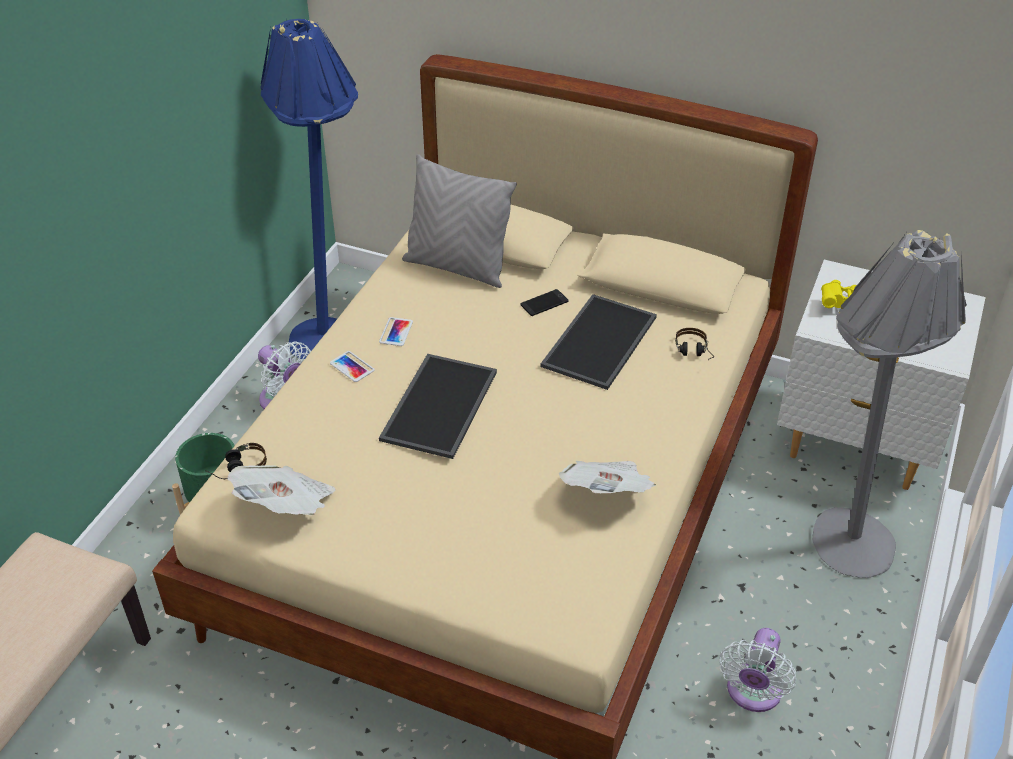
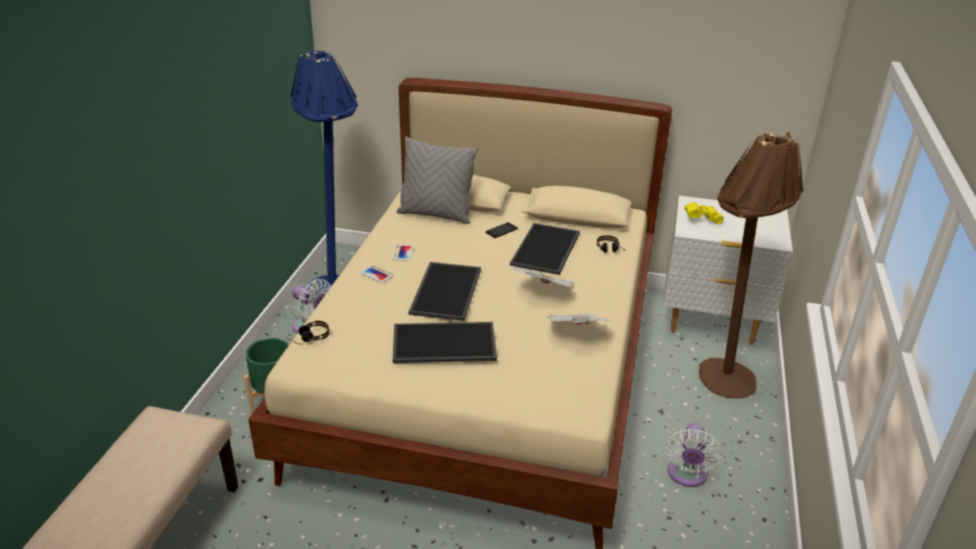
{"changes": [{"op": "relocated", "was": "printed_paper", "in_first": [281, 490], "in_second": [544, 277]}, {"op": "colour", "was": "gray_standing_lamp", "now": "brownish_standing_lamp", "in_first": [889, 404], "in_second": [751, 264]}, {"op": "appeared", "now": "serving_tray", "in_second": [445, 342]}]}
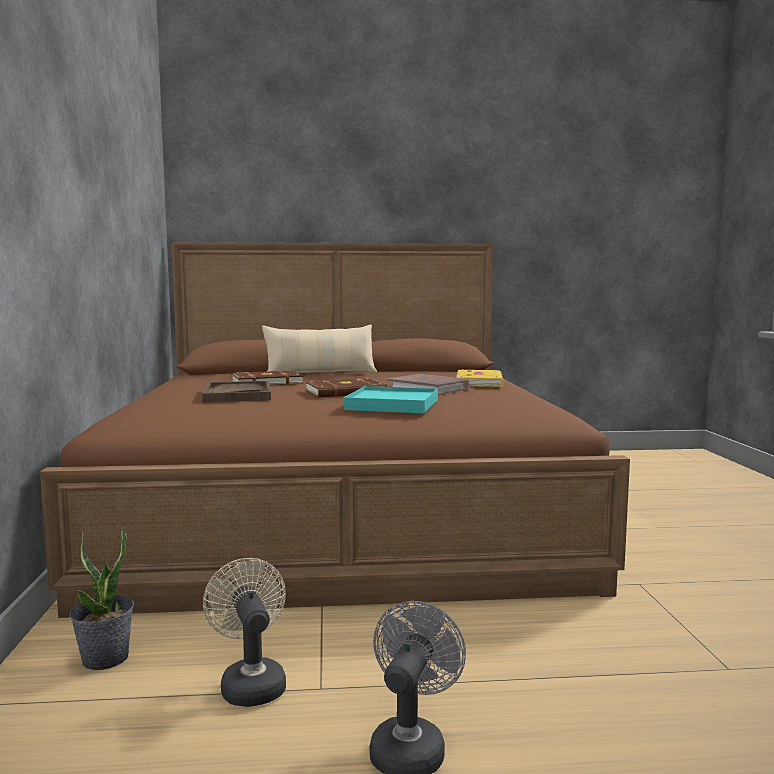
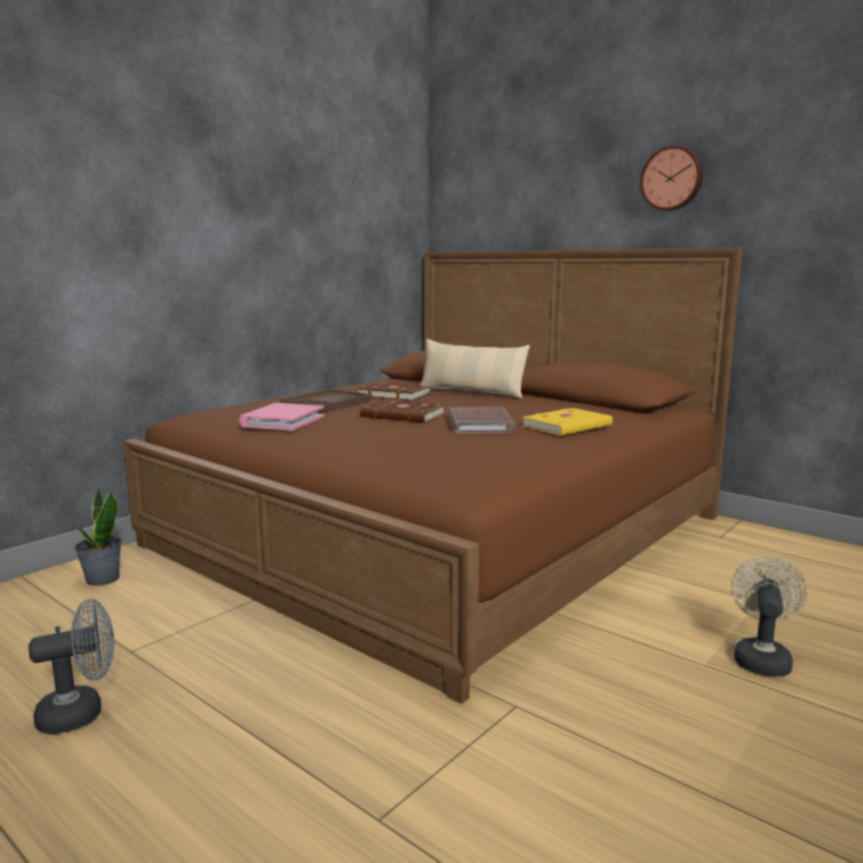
{"changes": [{"op": "relocated", "was": "beige-coloured_cooling_fan", "in_first": [244, 632], "in_second": [769, 616]}, {"op": "missing", "was": "turquoise_serving_tray", "in_first": [391, 399]}, {"op": "appeared", "now": "pink_bound_book", "in_second": [281, 417]}, {"op": "appeared", "now": "hanging_clock", "in_second": [671, 178]}]}
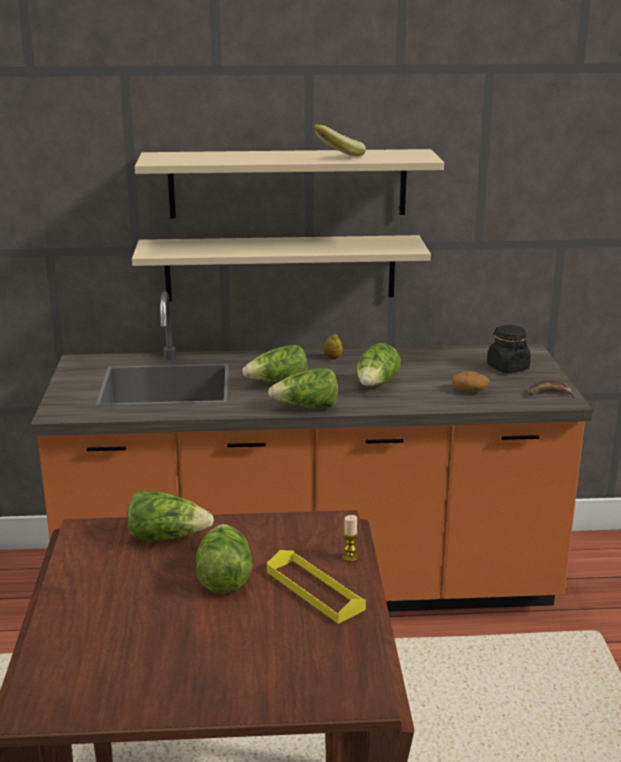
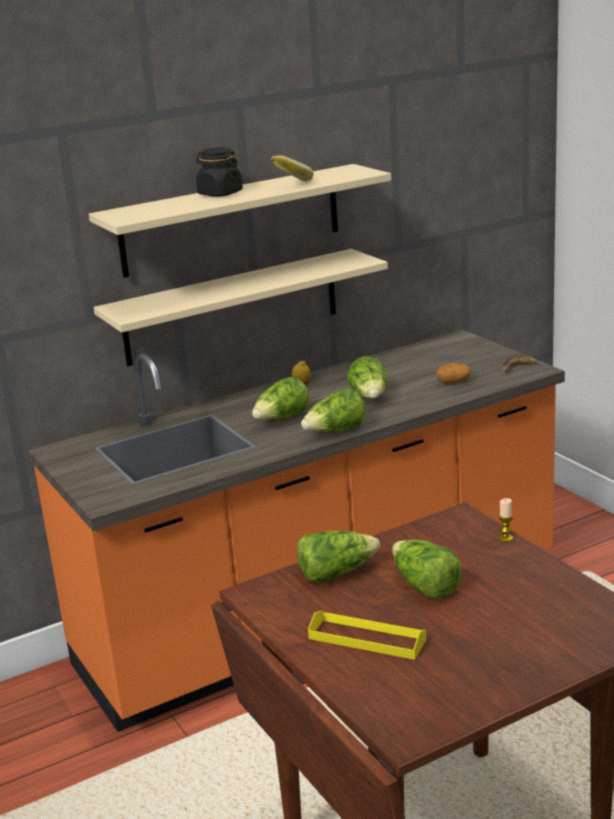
{"changes": [{"op": "relocated", "was": "yellow-coloured_serving_tray", "in_first": [316, 587], "in_second": [367, 635]}, {"op": "relocated", "was": "black_storage_jar", "in_first": [509, 349], "in_second": [219, 172]}]}
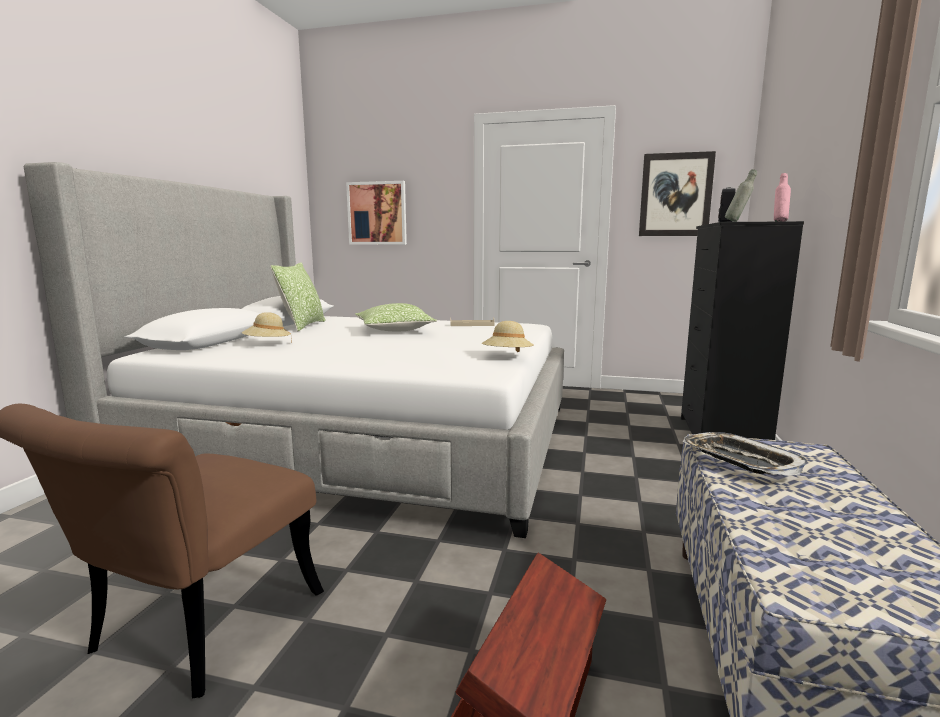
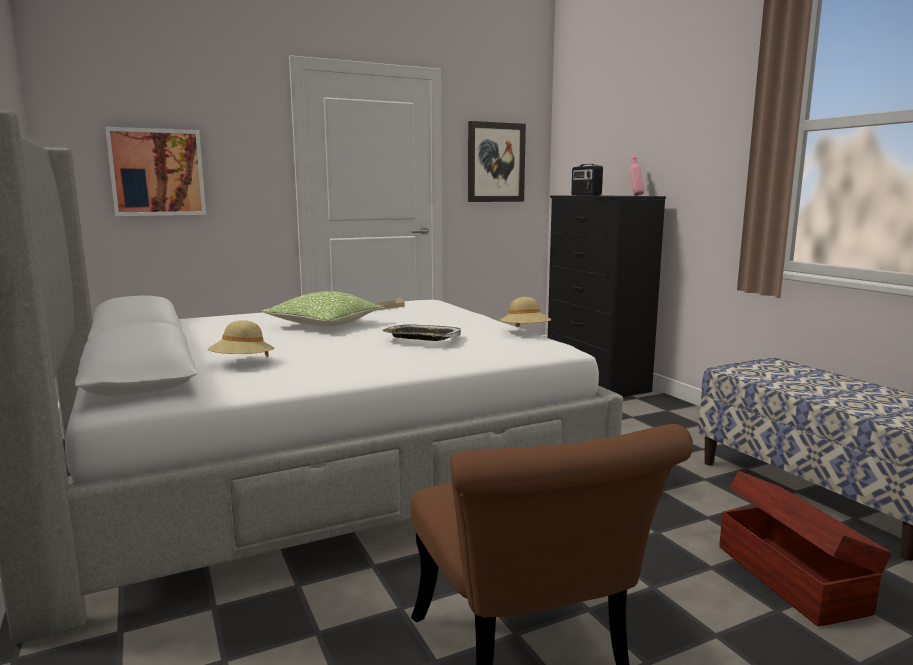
{"changes": [{"op": "missing", "was": "pillow", "in_first": [298, 297]}, {"op": "relocated", "was": "serving_tray", "in_first": [745, 454], "in_second": [421, 333]}, {"op": "missing", "was": "gray_bottle", "in_first": [741, 195]}]}
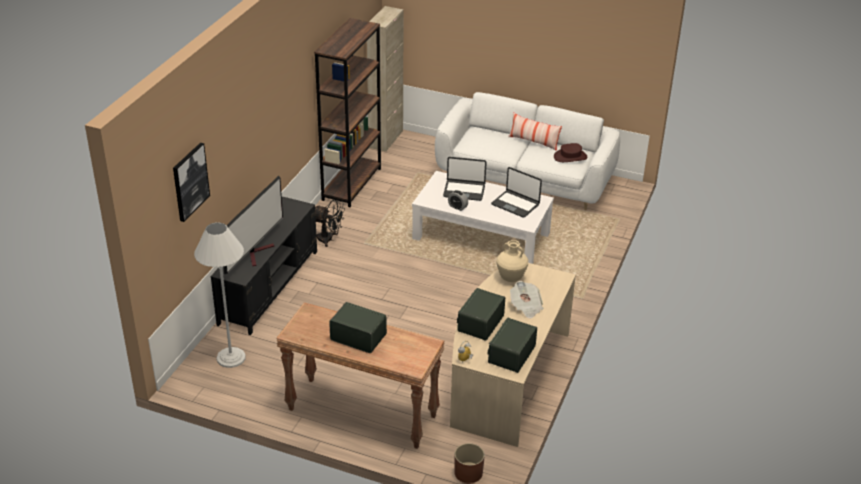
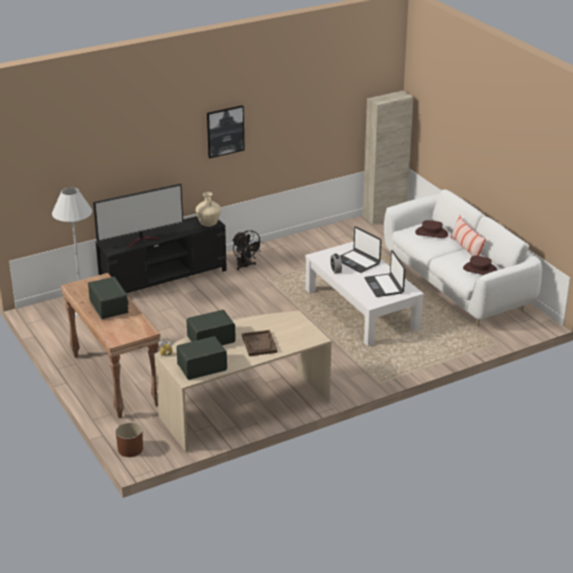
{"changes": [{"op": "relocated", "was": "wall_art", "in_first": [191, 182], "in_second": [226, 131]}, {"op": "missing", "was": "brownish_shelving_unit", "in_first": [347, 112]}, {"op": "relocated", "was": "beige-coloured_vase", "in_first": [512, 261], "in_second": [208, 209]}, {"op": "exchanged", "was": "printed_paper", "now": "brownish_serving_tray", "in_first": [527, 300], "in_second": [260, 343]}, {"op": "appeared", "now": "brownish_hat", "in_second": [431, 229]}]}
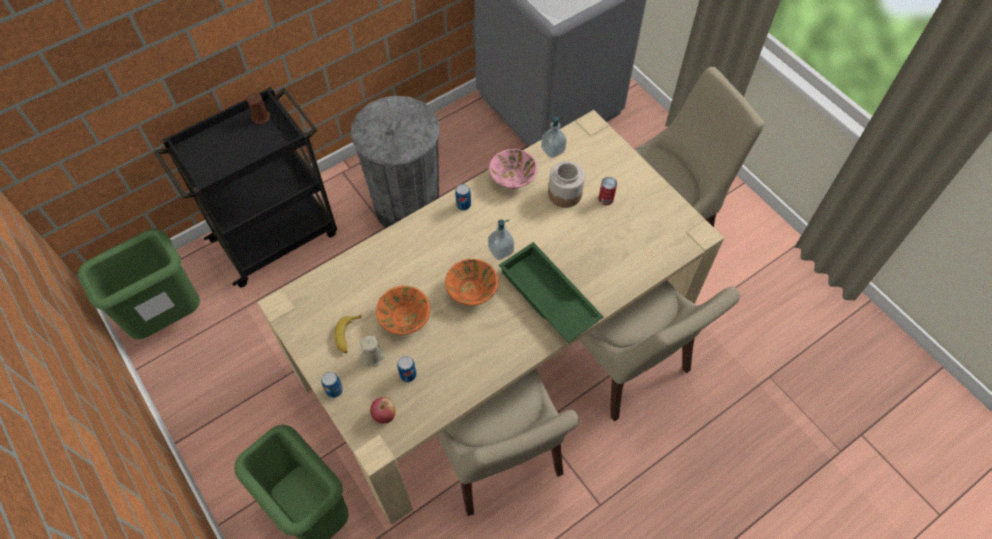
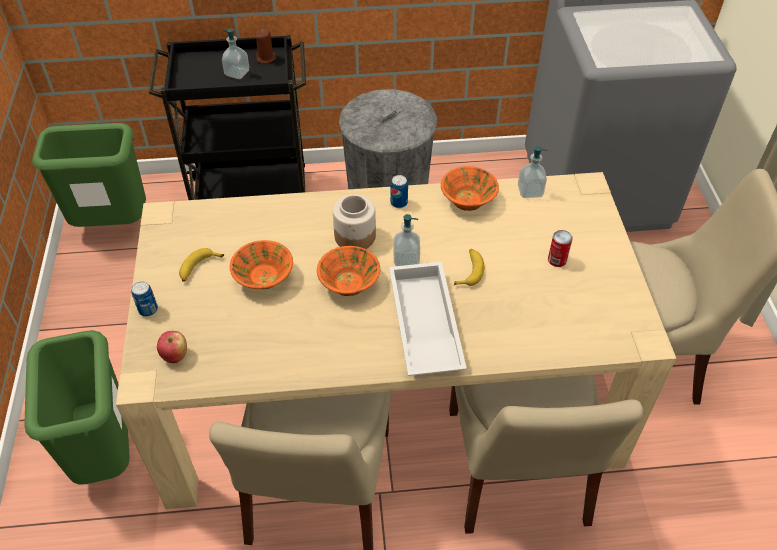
{"changes": [{"op": "missing", "was": "beige-coloured_wax_candle", "in_first": [372, 351]}, {"op": "missing", "was": "sealed_can", "in_first": [407, 369]}, {"op": "colour", "was": "pink_bowl", "now": "orangey_bowl", "in_first": [513, 169], "in_second": [470, 188]}, {"op": "colour", "was": "green_serving_tray", "now": "white_serving_tray", "in_first": [551, 292], "in_second": [428, 319]}, {"op": "relocated", "was": "storage_jar", "in_first": [566, 184], "in_second": [354, 221]}, {"op": "appeared", "now": "liquid_soap_bottle", "in_second": [235, 53]}, {"op": "appeared", "now": "banana", "in_second": [469, 267]}]}
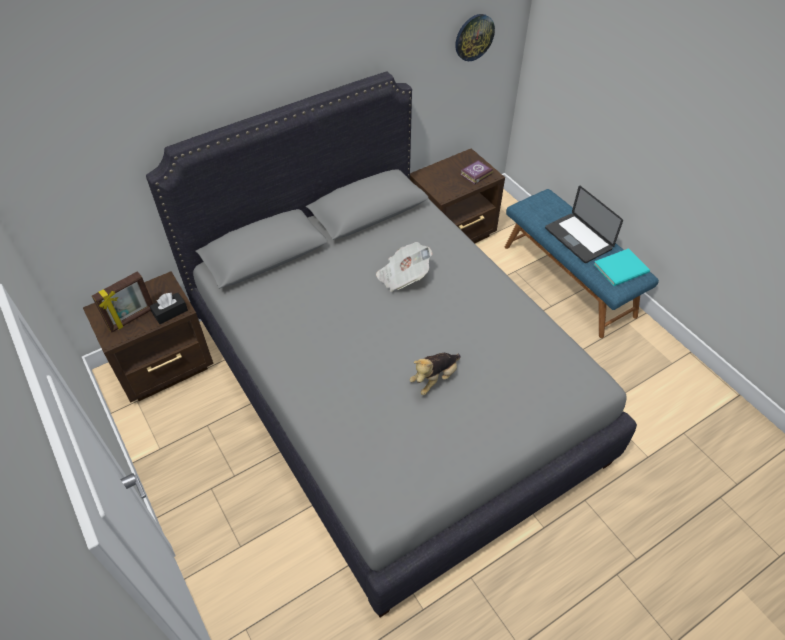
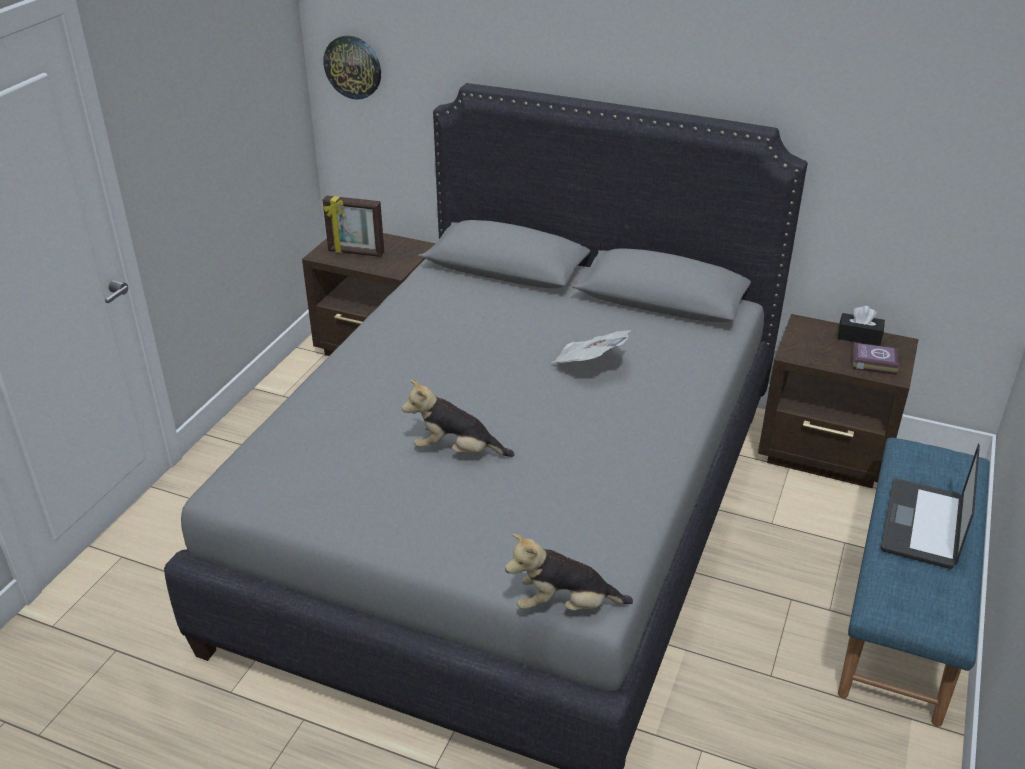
{"changes": [{"op": "relocated", "was": "black_tissue_holder", "in_first": [169, 308], "in_second": [861, 326]}, {"op": "relocated", "was": "hanging_clock", "in_first": [475, 37], "in_second": [352, 67]}, {"op": "missing", "was": "turquoise_bound_book", "in_first": [622, 267]}, {"op": "appeared", "now": "plush_toy", "in_second": [569, 572]}]}
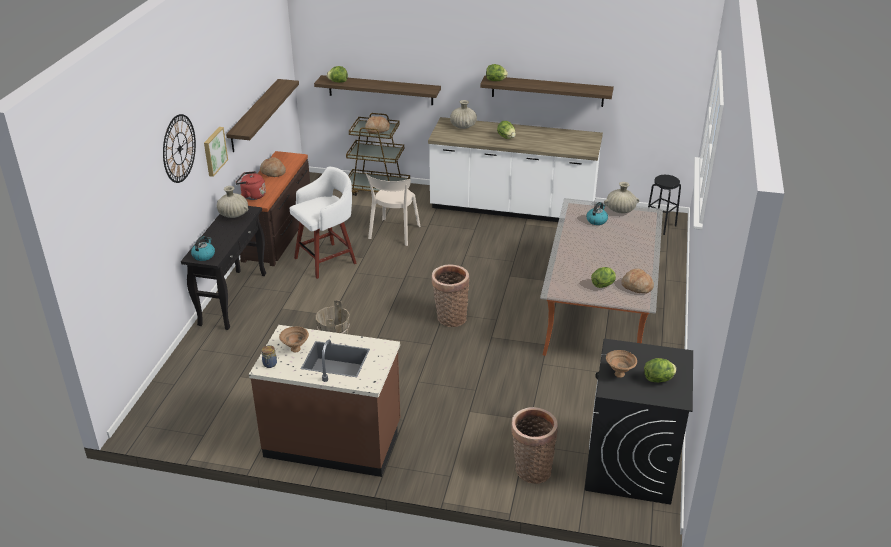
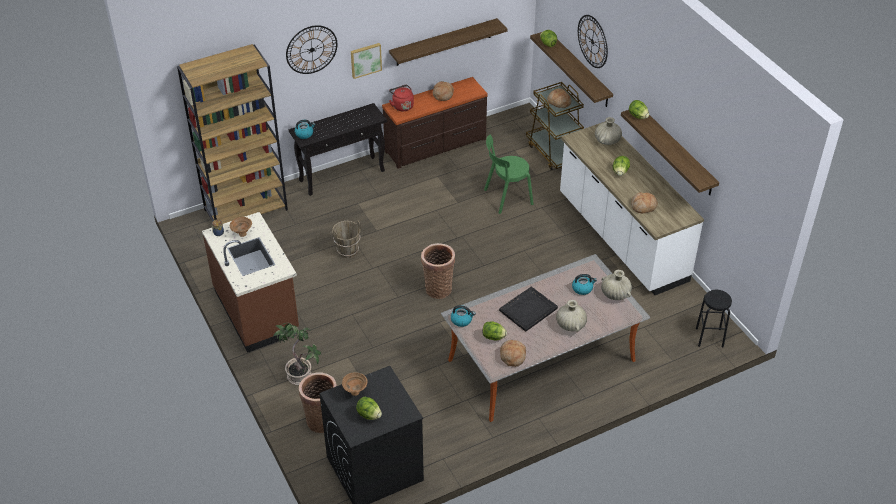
{"changes": [{"op": "relocated", "was": "beige-coloured_vase", "in_first": [232, 202], "in_second": [571, 316]}, {"op": "missing", "was": "white_stool_seat", "in_first": [323, 223]}, {"op": "colour", "was": "beige-coloured_upright_chair", "now": "green_upright_chair", "in_first": [393, 209], "in_second": [508, 174]}, {"op": "appeared", "now": "brownish_shelving_unit", "in_second": [232, 134]}, {"op": "appeared", "now": "houseplant", "in_second": [297, 354]}, {"op": "appeared", "now": "water_kettle", "in_second": [463, 316]}, {"op": "appeared", "now": "black_serving_tray", "in_second": [528, 309]}, {"op": "appeared", "now": "hanging_clock", "in_second": [593, 41]}, {"op": "appeared", "now": "baked_bread", "in_second": [644, 202]}]}
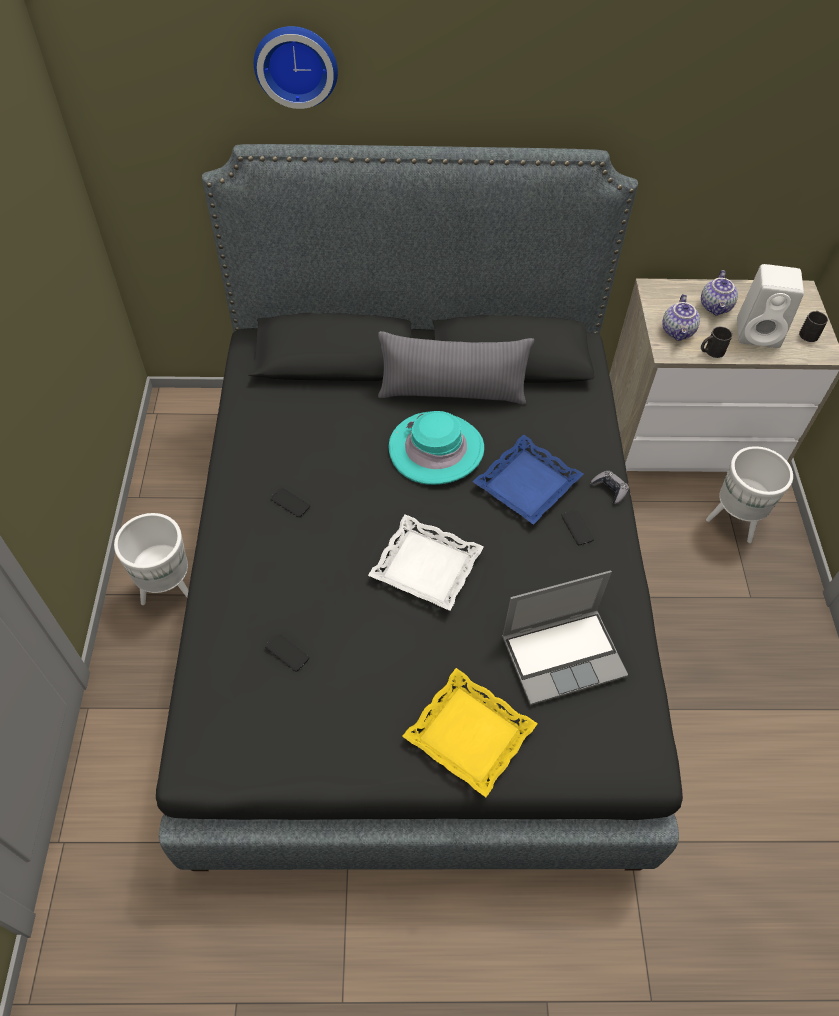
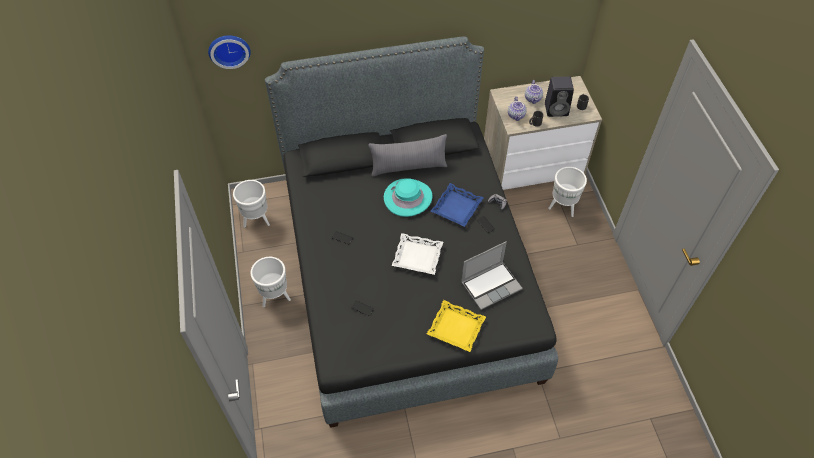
{"changes": [{"op": "relocated", "was": "hanging_clock", "in_first": [296, 67], "in_second": [229, 52]}, {"op": "colour", "was": "white_audio_speaker", "now": "black_audio_speaker", "in_first": [770, 306], "in_second": [559, 96]}, {"op": "appeared", "now": "white_plant_pot", "in_second": [251, 204]}]}
